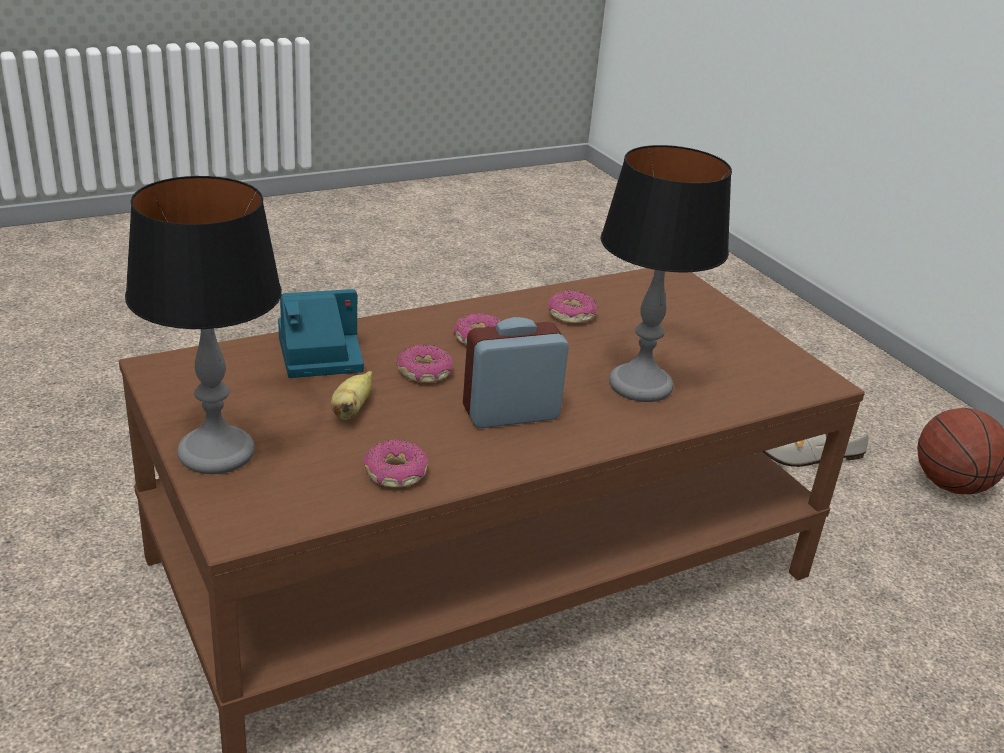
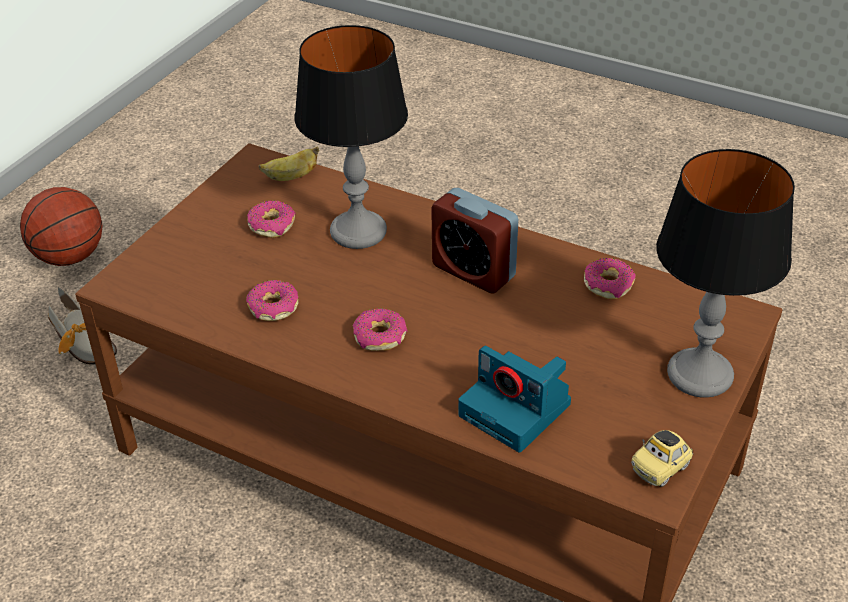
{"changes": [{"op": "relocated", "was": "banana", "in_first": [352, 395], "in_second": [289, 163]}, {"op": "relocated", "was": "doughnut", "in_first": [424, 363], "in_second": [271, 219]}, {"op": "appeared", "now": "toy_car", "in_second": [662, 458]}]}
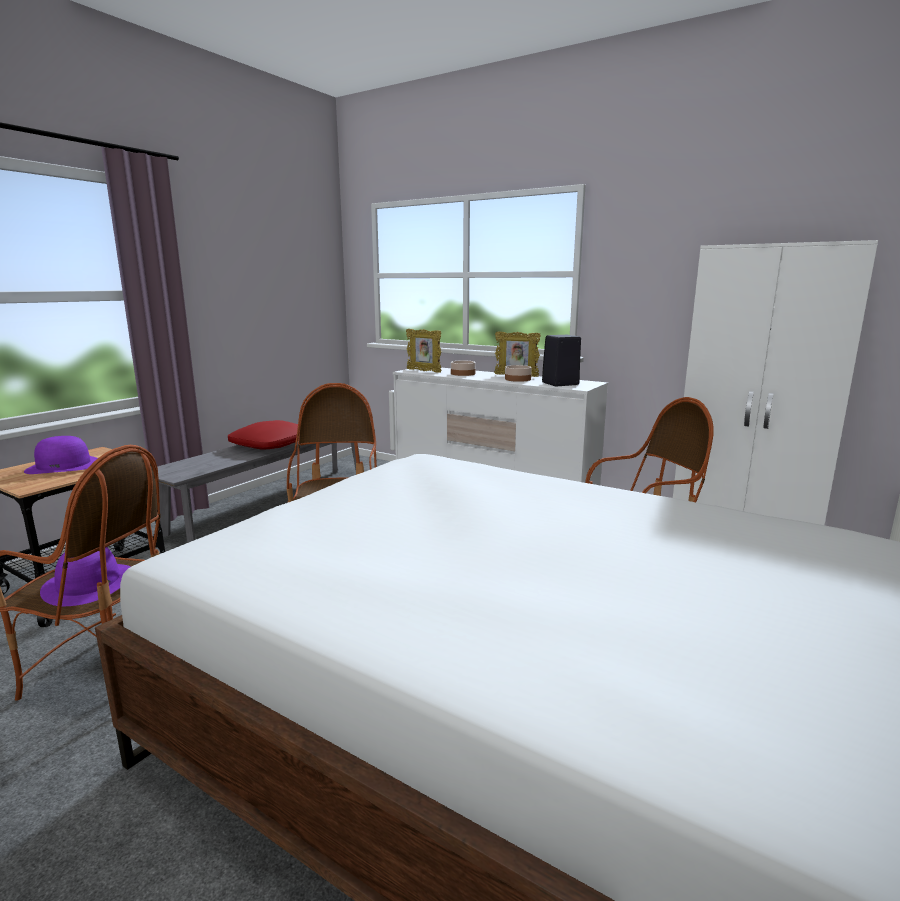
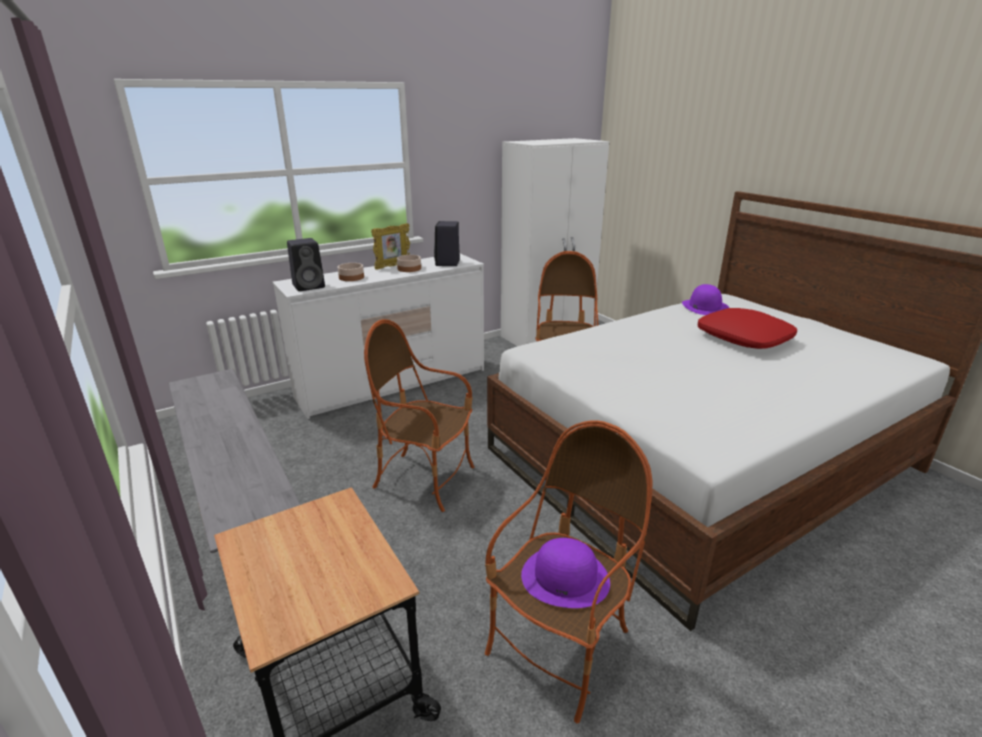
{"changes": [{"op": "relocated", "was": "purple-coloured_hat", "in_first": [61, 455], "in_second": [705, 299]}, {"op": "relocated", "was": "red_pillow", "in_first": [263, 435], "in_second": [747, 328]}, {"op": "exchanged", "was": "standing_frame", "now": "black_audio_speaker", "in_first": [423, 351], "in_second": [306, 264]}]}
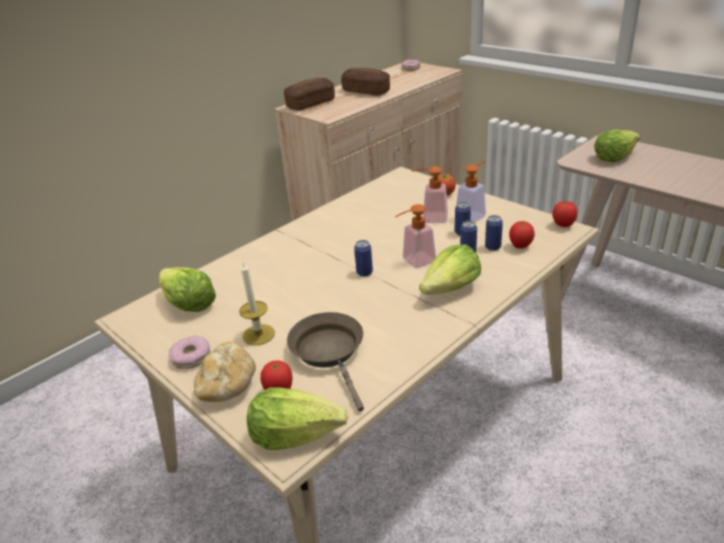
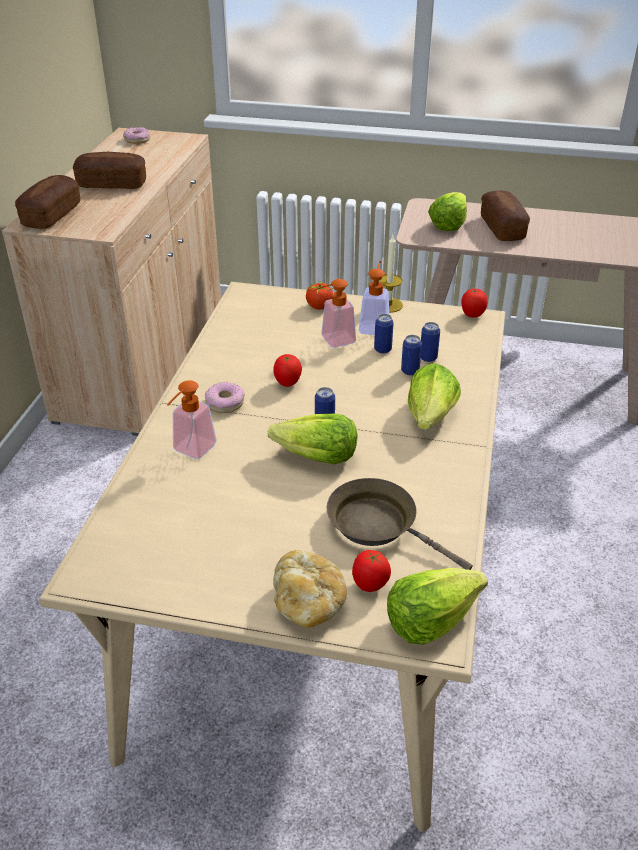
{"changes": [{"op": "relocated", "was": "lettuce_head", "in_first": [187, 289], "in_second": [313, 439]}, {"op": "relocated", "was": "doughnut", "in_first": [189, 352], "in_second": [225, 397]}, {"op": "relocated", "was": "wax_candle", "in_first": [257, 303], "in_second": [391, 274]}, {"op": "relocated", "was": "liquid_soap_bottle", "in_first": [415, 236], "in_second": [192, 419]}, {"op": "relocated", "was": "whole_tomato", "in_first": [522, 235], "in_second": [287, 370]}, {"op": "appeared", "now": "baked_bread", "in_second": [505, 215]}]}
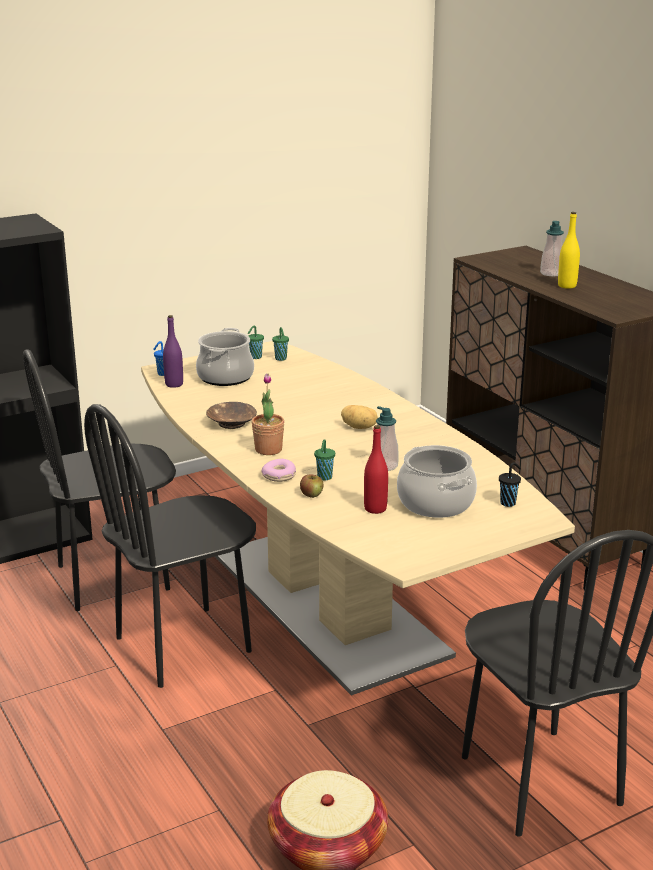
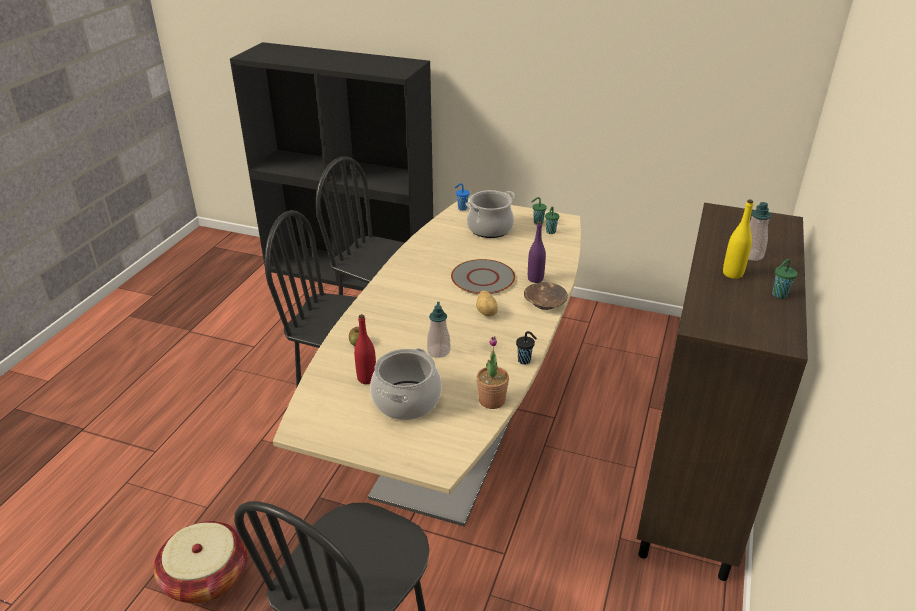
{"changes": [{"op": "relocated", "was": "purple-coloured_bottle", "in_first": [173, 351], "in_second": [537, 252]}, {"op": "relocated", "was": "brownish_bowl", "in_first": [231, 415], "in_second": [546, 296]}, {"op": "relocated", "was": "houseplant", "in_first": [268, 414], "in_second": [493, 372]}, {"op": "missing", "was": "doughnut", "in_first": [278, 470]}, {"op": "relocated", "was": "green_small_cup", "in_first": [324, 459], "in_second": [785, 278]}, {"op": "relocated", "was": "black_small_cup", "in_first": [510, 484], "in_second": [526, 348]}, {"op": "appeared", "now": "gray_dinner_plate", "in_second": [483, 276]}]}
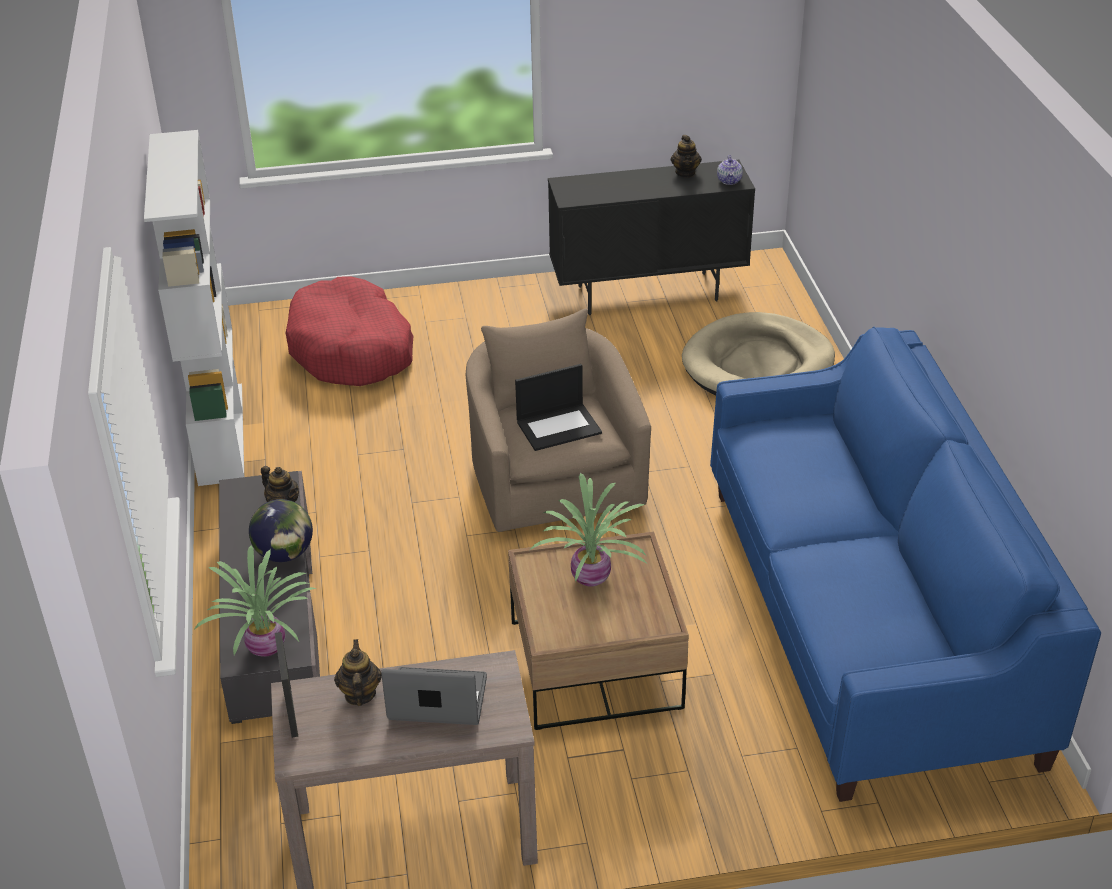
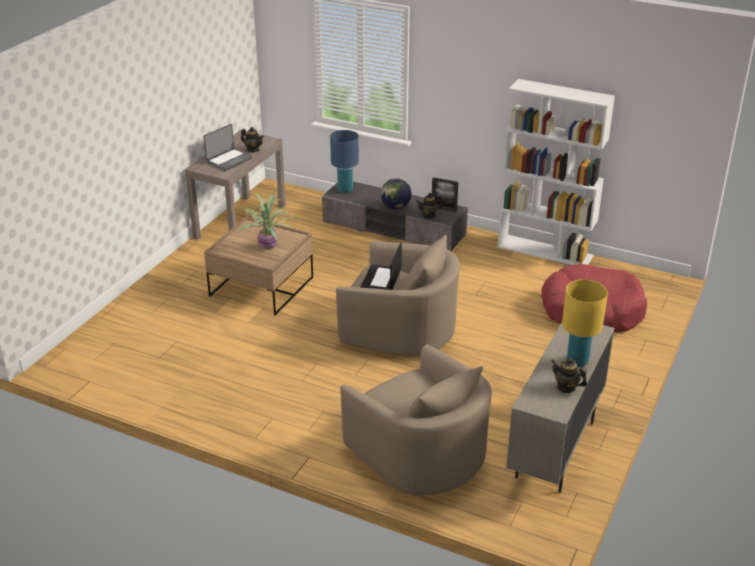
{"changes": [{"op": "exchanged", "was": "houseplant", "now": "blue_lamp_for_a_table", "in_first": [255, 601], "in_second": [344, 161]}, {"op": "relocated", "was": "standing_frame", "in_first": [286, 685], "in_second": [445, 194]}, {"op": "colour", "was": "black_cabinet", "now": "beige-coloured_cabinet", "in_first": [651, 237], "in_second": [560, 407]}, {"op": "exchanged", "was": "beige-coloured_dog_cushion", "now": "beige-coloured_armchair", "in_first": [758, 353], "in_second": [416, 420]}, {"op": "missing", "was": "blue_sofa", "in_first": [905, 564]}, {"op": "missing", "was": "tea_pot", "in_first": [730, 170]}, {"op": "appeared", "now": "yellow-coloured_lamp_for_a_table", "in_second": [585, 323]}]}
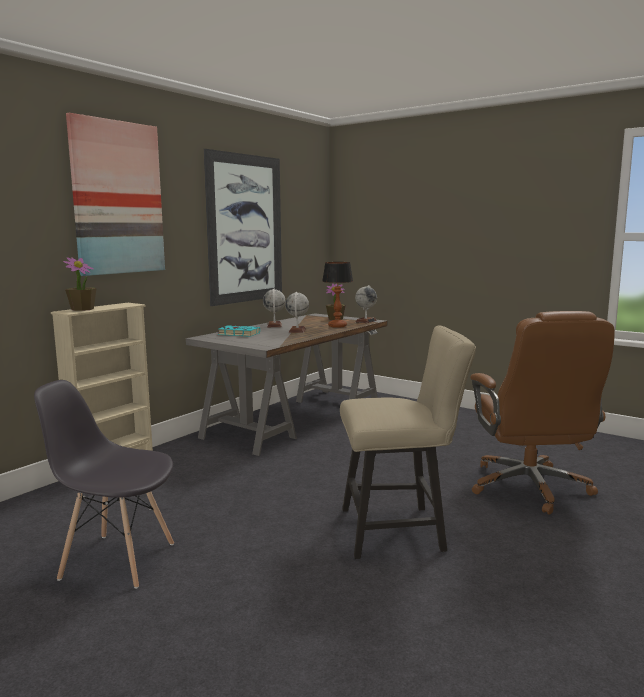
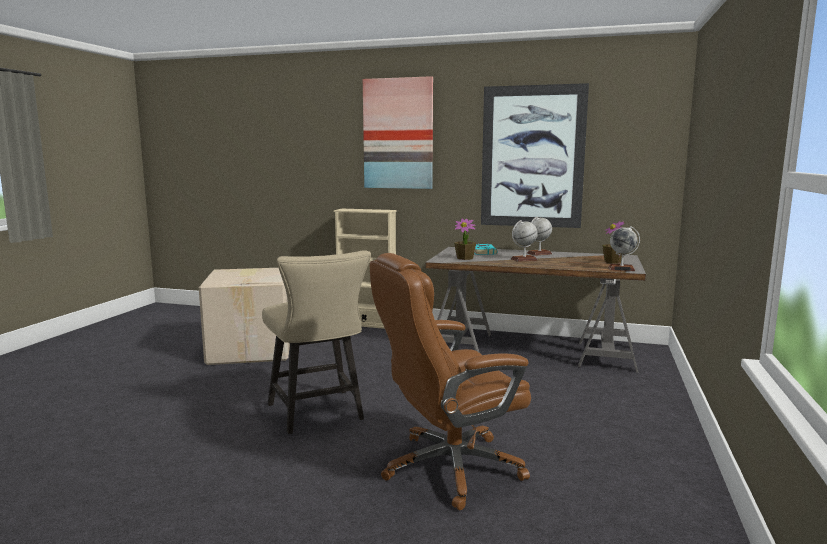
{"changes": [{"op": "exchanged", "was": "gray_upright_chair", "now": "packing_box", "in_first": [104, 484], "in_second": [244, 316]}, {"op": "relocated", "was": "houseplant", "in_first": [80, 284], "in_second": [465, 239]}, {"op": "missing", "was": "lamp_for_a_table", "in_first": [337, 295]}]}
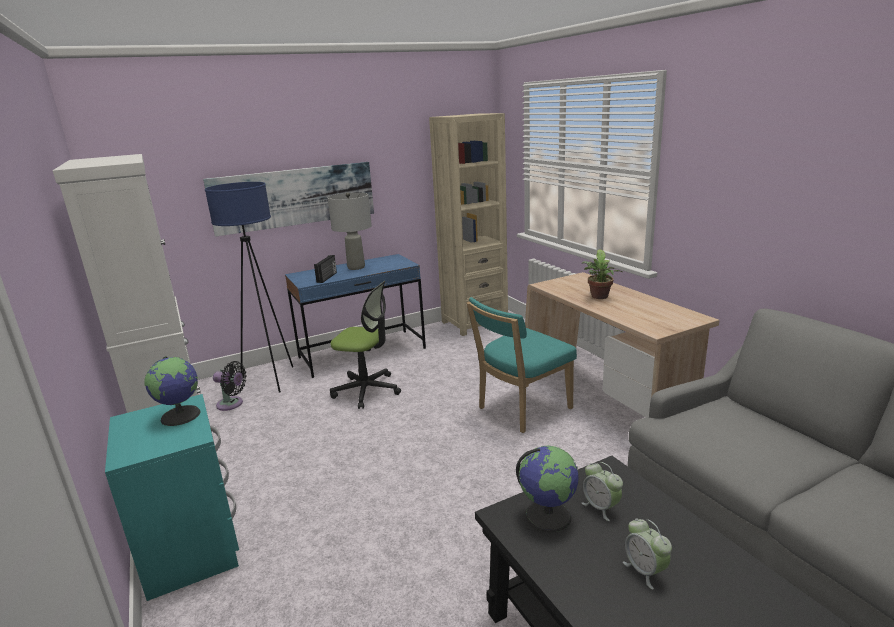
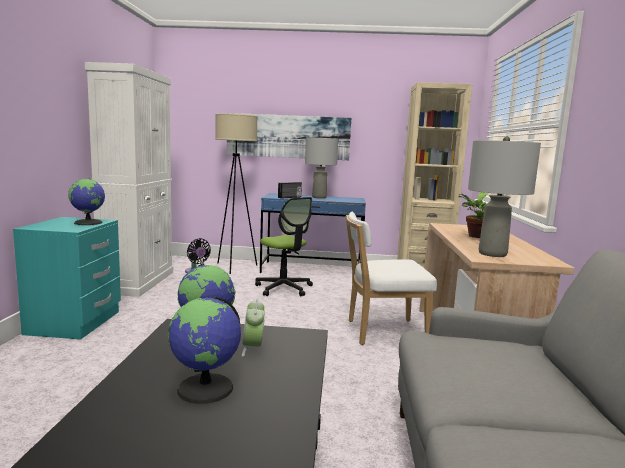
{"changes": [{"op": "colour", "was": "blue_standing_lamp", "now": "beige-coloured_standing_lamp", "in_first": [249, 287], "in_second": [236, 193]}, {"op": "colour", "was": "turquoise_upright_chair", "now": "white_upright_chair", "in_first": [521, 365], "in_second": [391, 278]}, {"op": "exchanged", "was": "alarm_clock", "now": "world_globe", "in_first": [647, 554], "in_second": [205, 350]}, {"op": "appeared", "now": "gray_lamp_for_a_table", "in_second": [504, 197]}]}
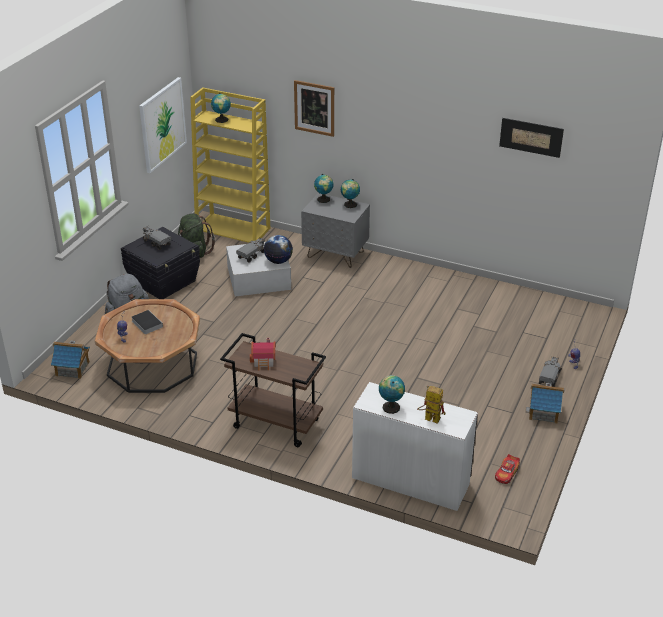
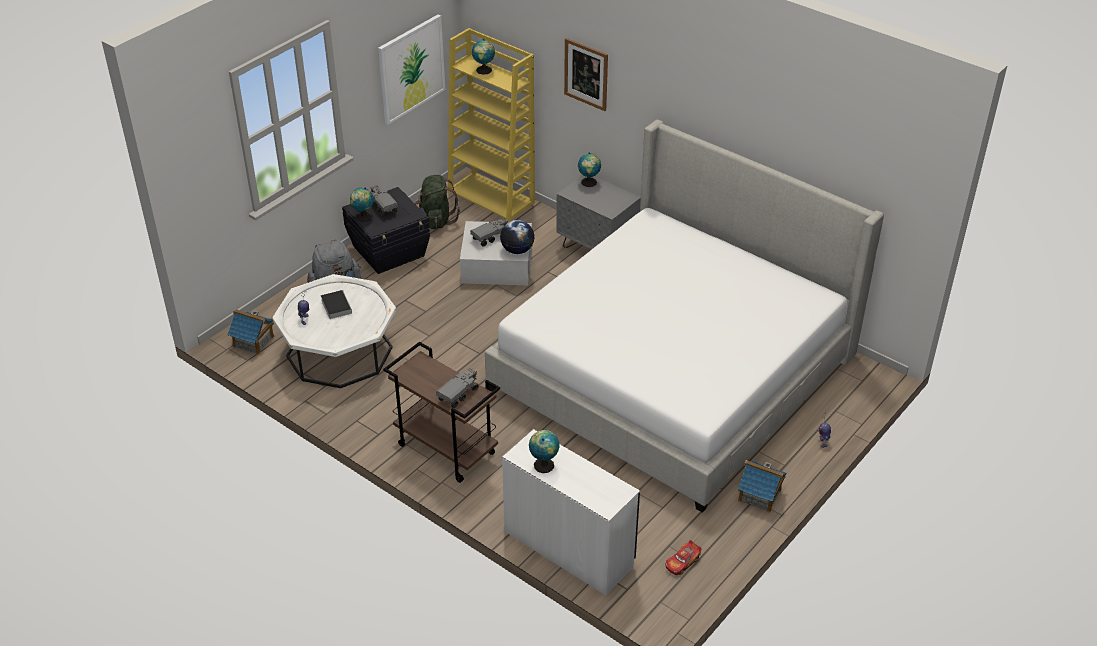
{"changes": [{"op": "colour", "was": "brownish_low_table", "now": "white_low_table", "in_first": [147, 346], "in_second": [334, 331]}, {"op": "missing", "was": "model_house", "in_first": [263, 354]}, {"op": "relocated", "was": "world_globe", "in_first": [350, 193], "in_second": [362, 204]}, {"op": "missing", "was": "model_robot", "in_first": [431, 405]}, {"op": "missing", "was": "wall_art", "in_first": [531, 138]}, {"op": "relocated", "was": "model_truck", "in_first": [550, 372], "in_second": [457, 388]}, {"op": "appeared", "now": "bed", "in_second": [684, 316]}]}
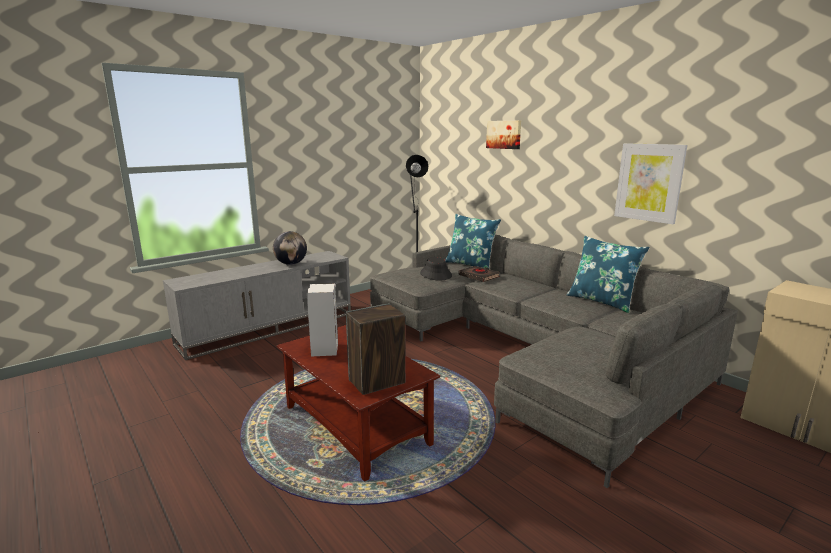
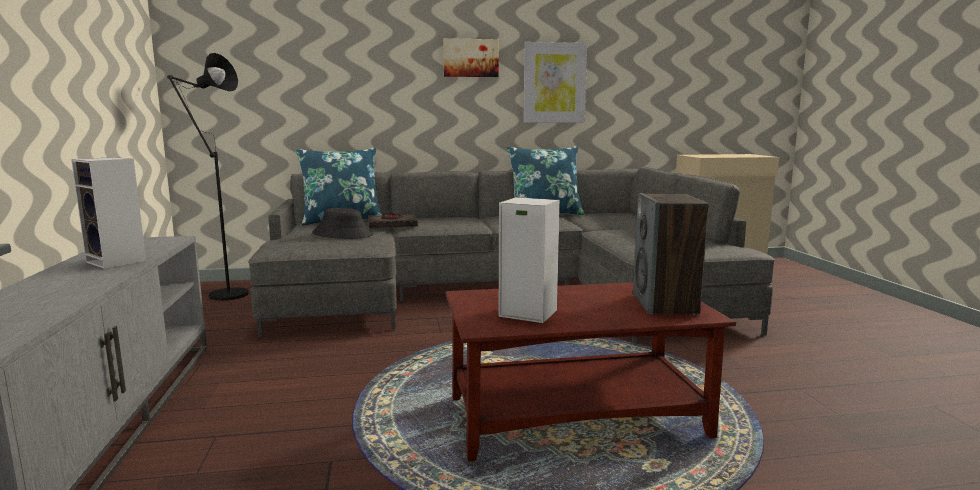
{"changes": [{"op": "exchanged", "was": "world_globe", "now": "audio_speaker", "in_first": [290, 248], "in_second": [108, 213]}, {"op": "relocated", "was": "wall_art", "in_first": [503, 135], "in_second": [471, 57]}]}
